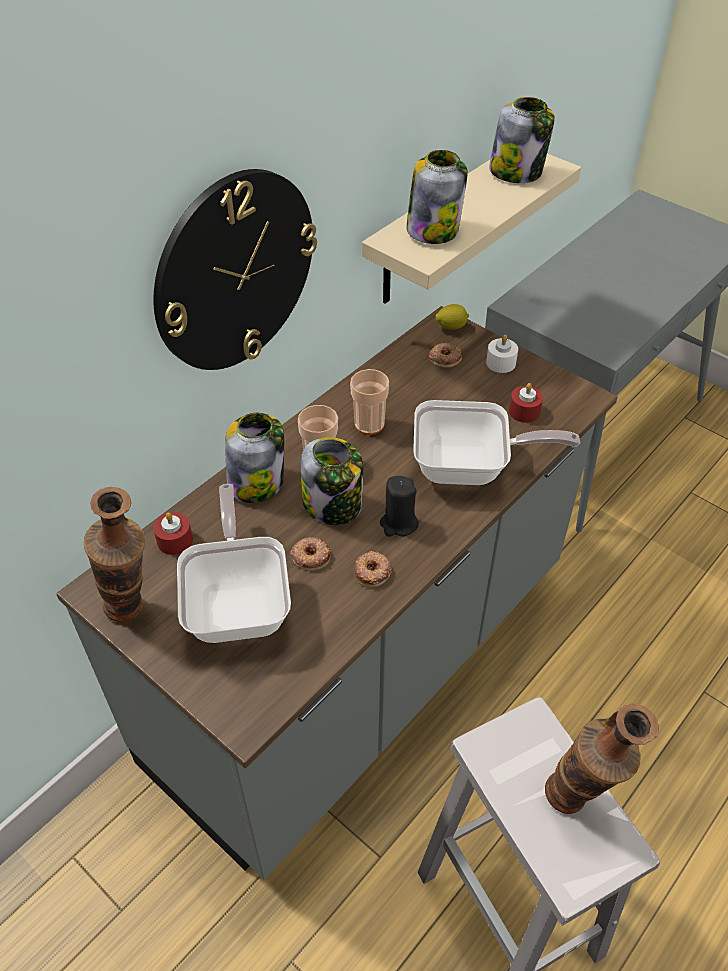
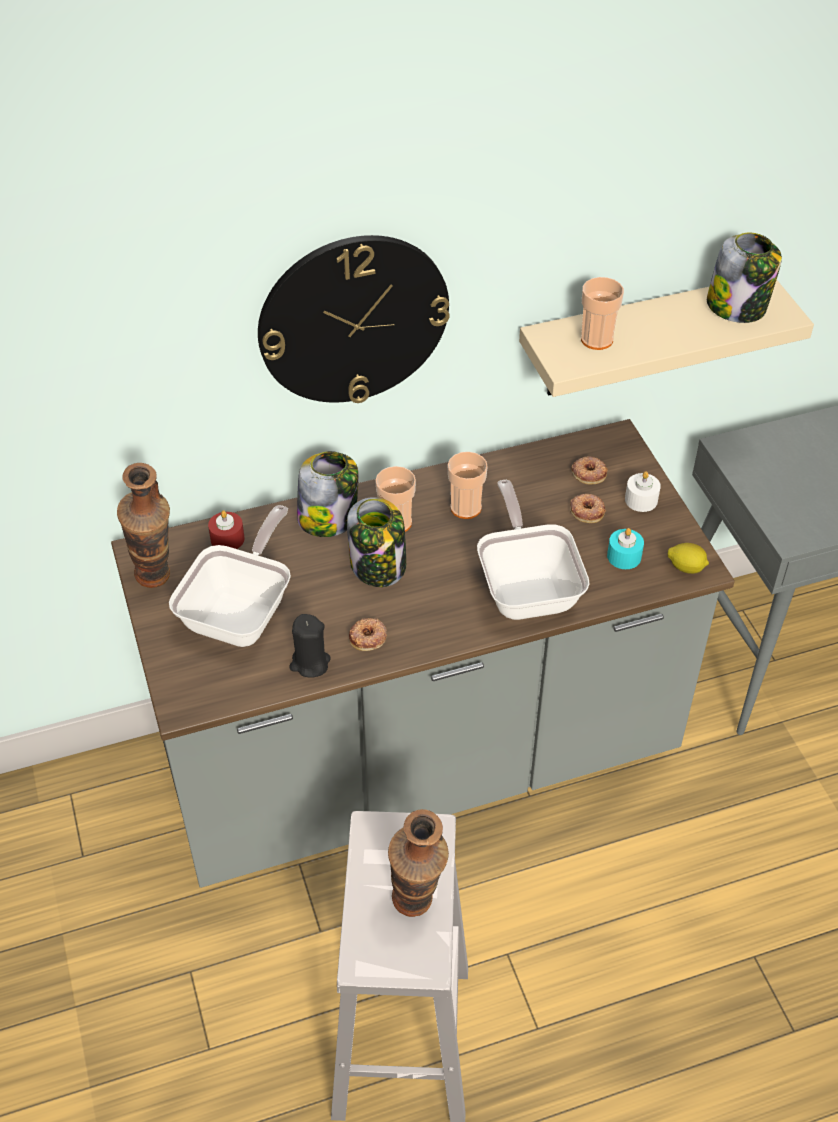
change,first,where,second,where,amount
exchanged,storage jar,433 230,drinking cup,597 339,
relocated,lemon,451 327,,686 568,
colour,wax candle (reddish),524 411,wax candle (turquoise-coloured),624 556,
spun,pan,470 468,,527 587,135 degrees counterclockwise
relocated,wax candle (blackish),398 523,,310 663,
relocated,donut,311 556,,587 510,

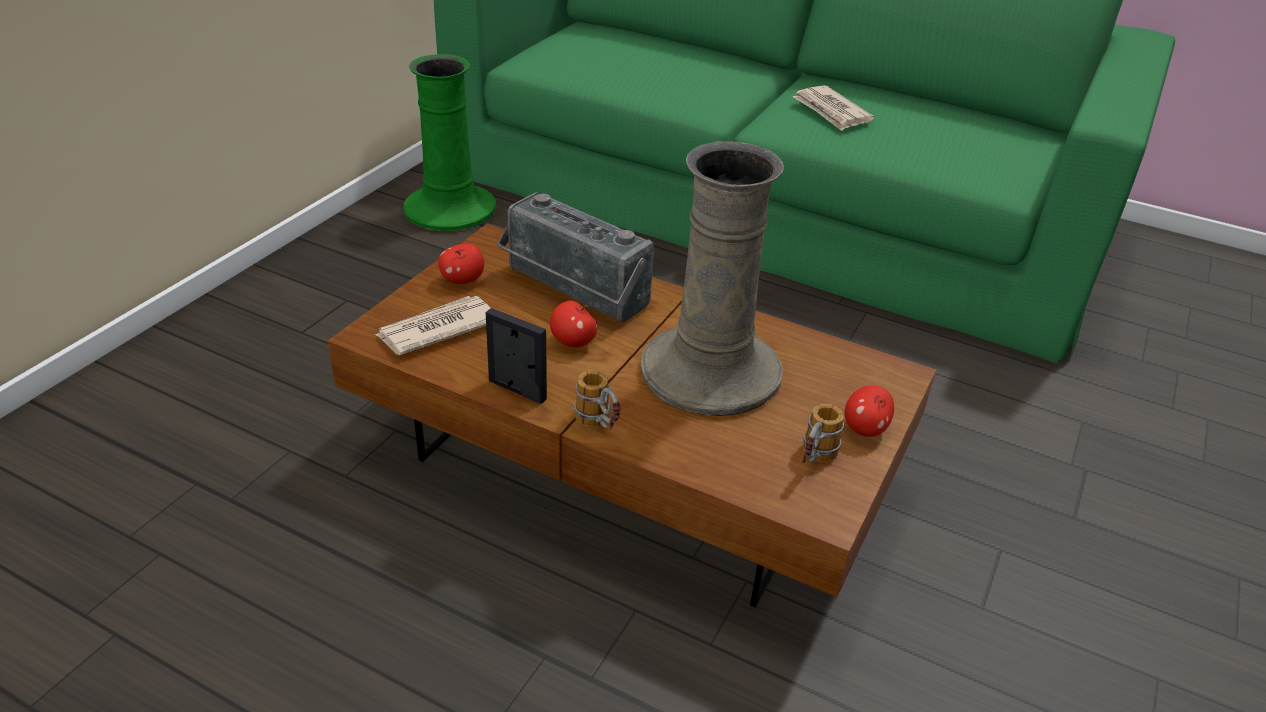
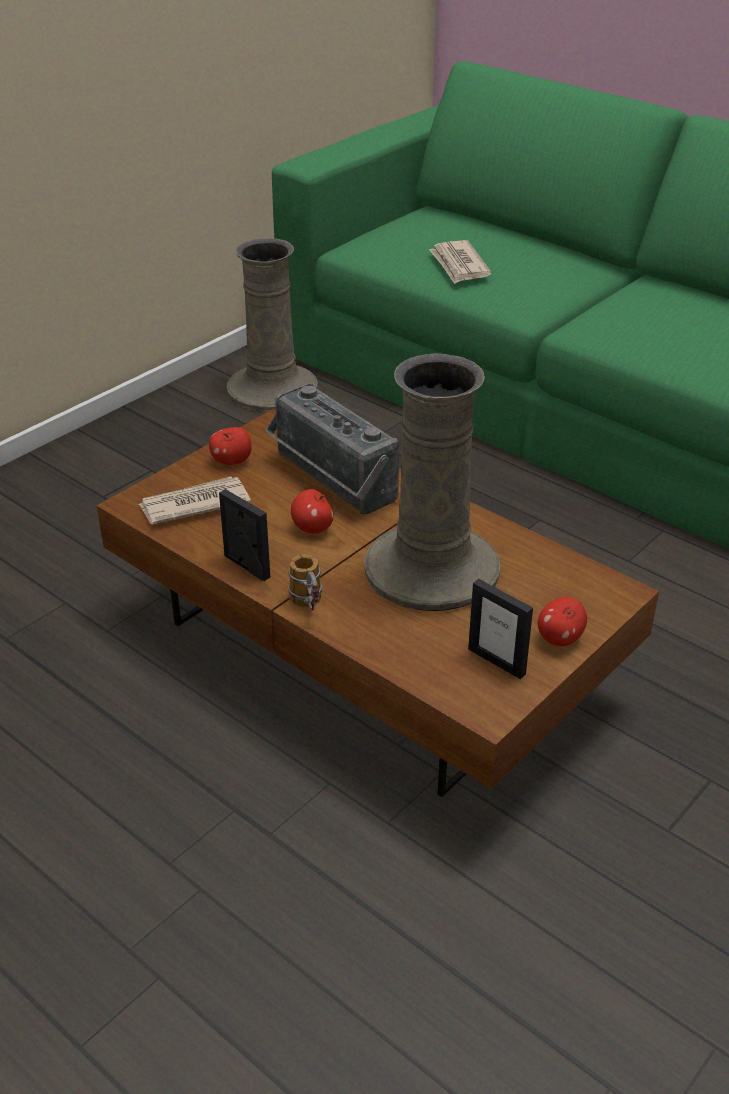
change,first,where,second,where,amount
colour,decorative vase (green-coloured),450 208,decorative vase (beige),272 388,
relocated,printed paper,831 111,,459 265,
exchanged,mug,814 460,standing frame,497 661,

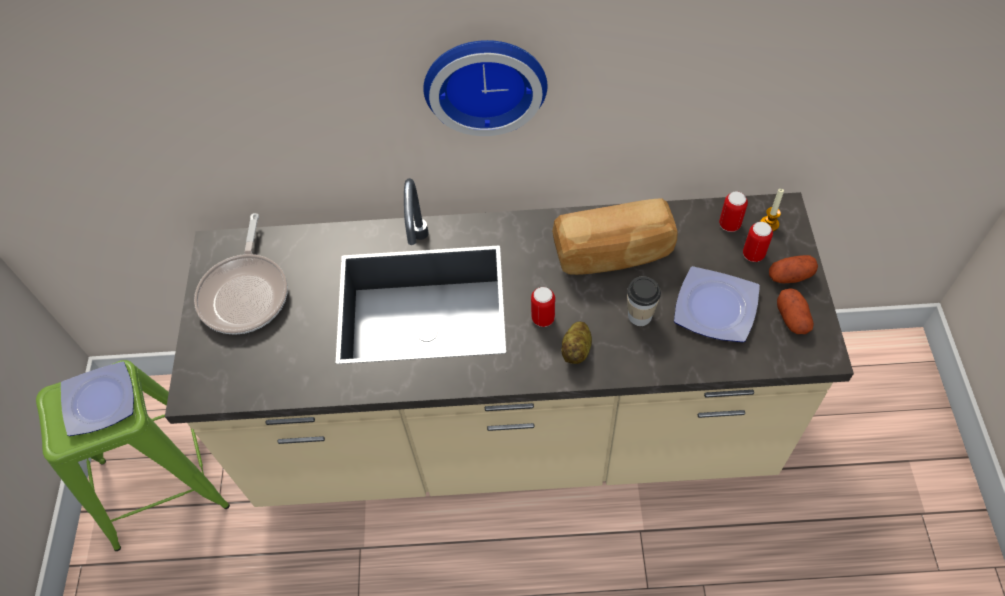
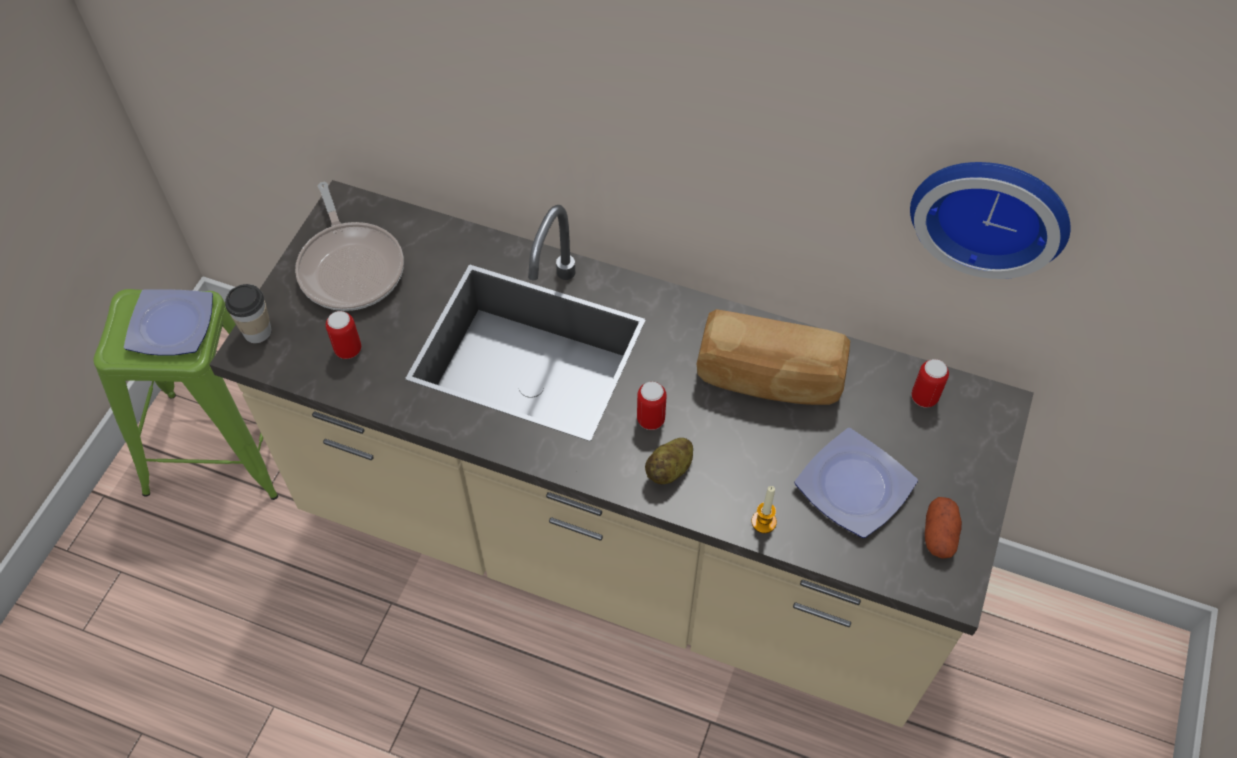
change,first,where,second,where,amount
relocated,clock on the wall,485 80,,991 209,
relocated,wax candle,769 224,,763 522,
spun,pan,246 293,,351 267,45 degrees counterclockwise
relocated,can,753 254,,348 350,
missing,spud,790 276,,,
relocated,drinking cup,640 315,,257 331,

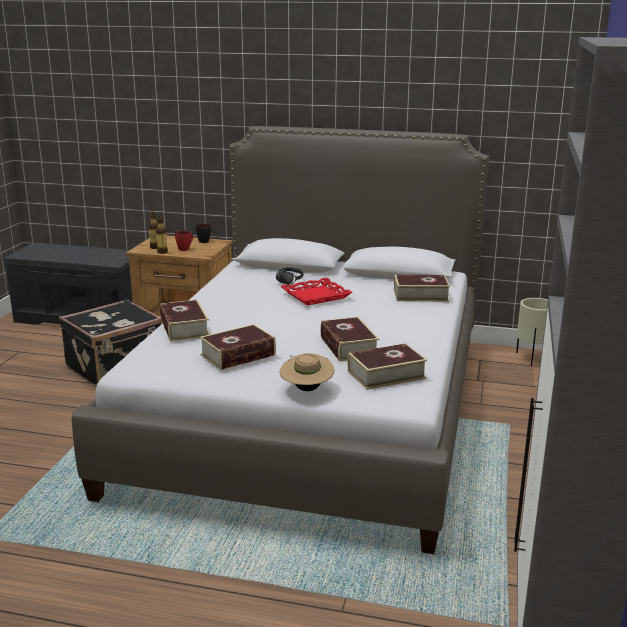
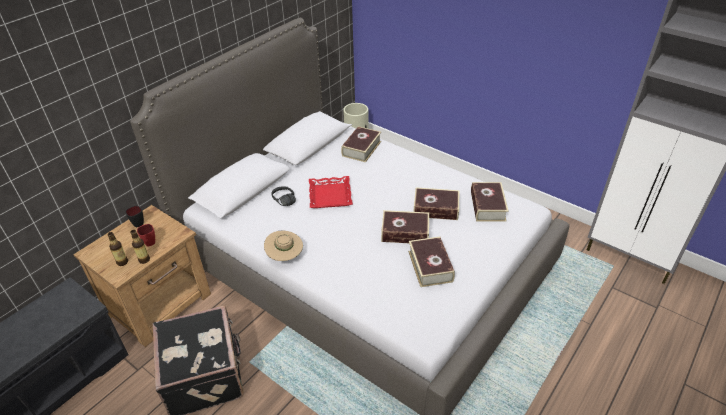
change,first,where,second,where,amount
relocated,bound book,184 328,,405 232,
relocated,clothing hat (beige),306 389,,285 256,

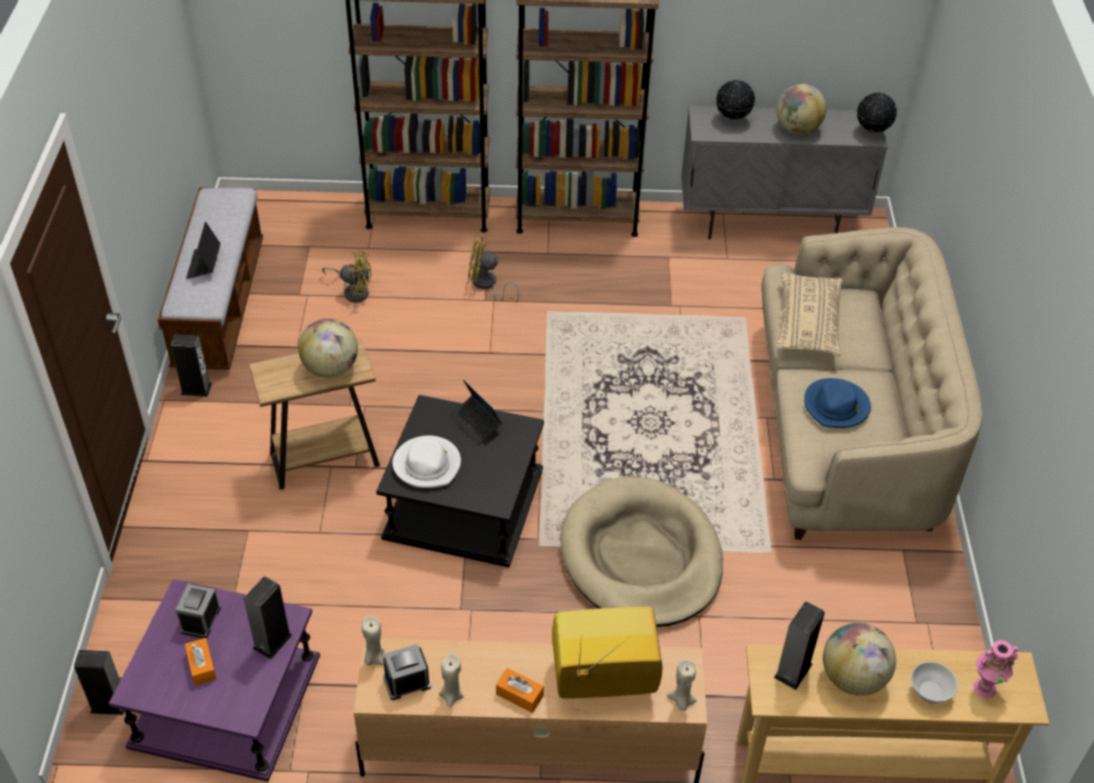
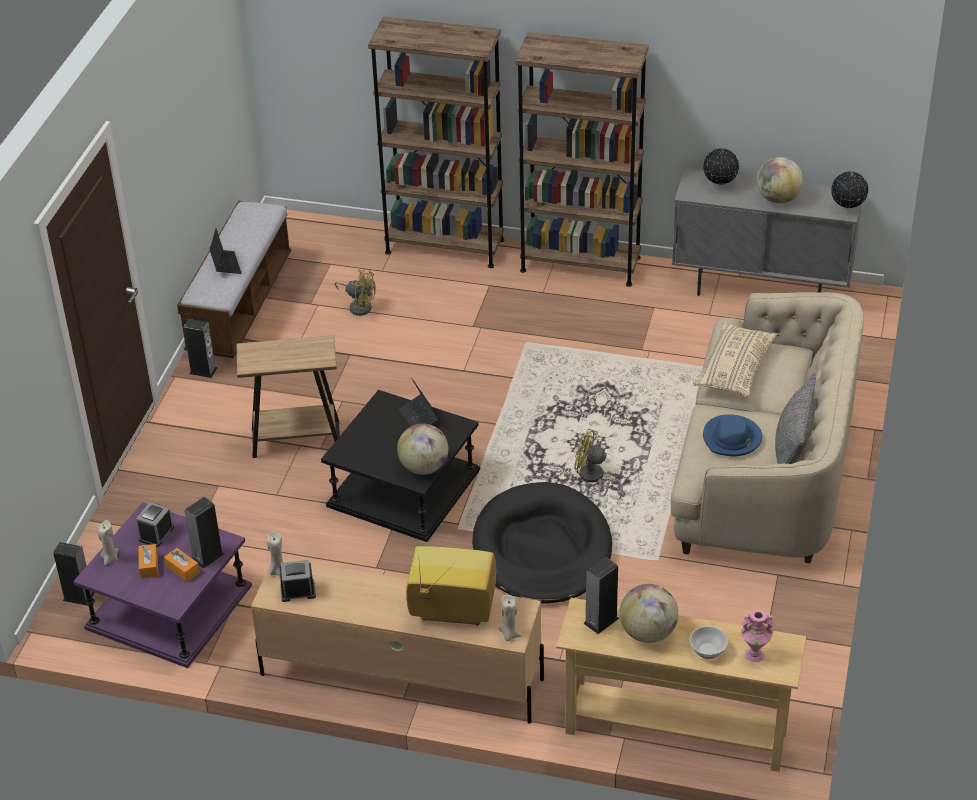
change,first,where,second,where,amount
spun,laptop,204 265,,225 265,150 degrees clockwise
relocated,cooling fan (yellowish),487 285,,593 479,
relocated,world globe,331 368,,424 467,
missing,clothing hat (whitish),427 464,,,
colour,dog bed (beige),641 557,dog bed (blackish),542 549,
relocated,wax candle (beige),451 695,,110 558,
relocated,tissue box (orange),519 695,,182 569,
appeared,,,cushion (gray),792 447,

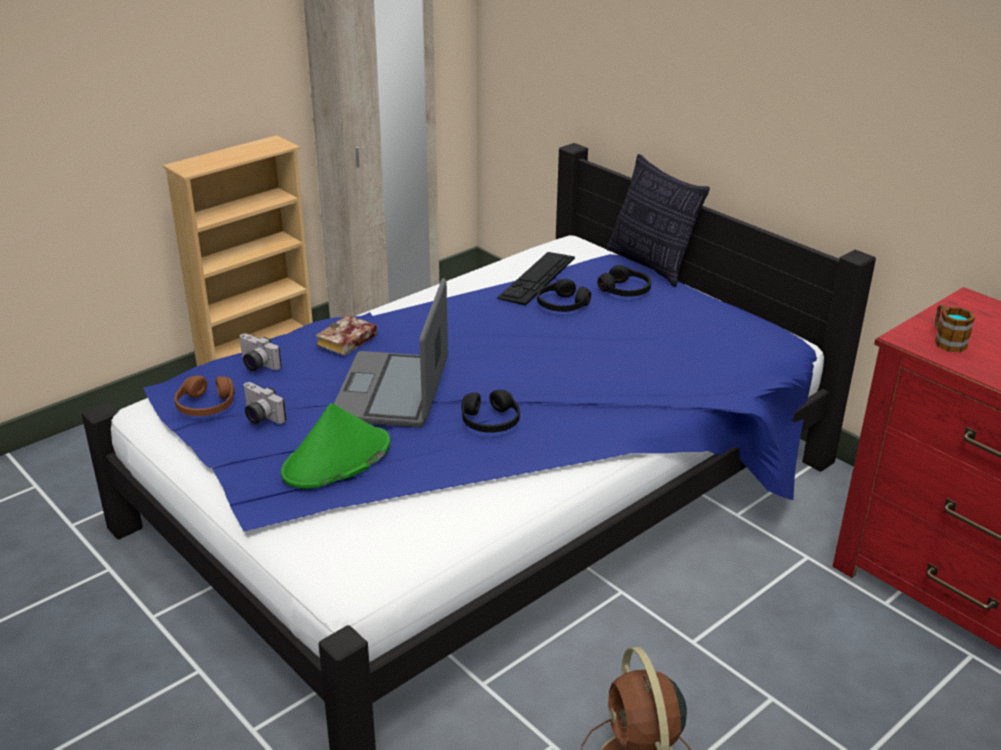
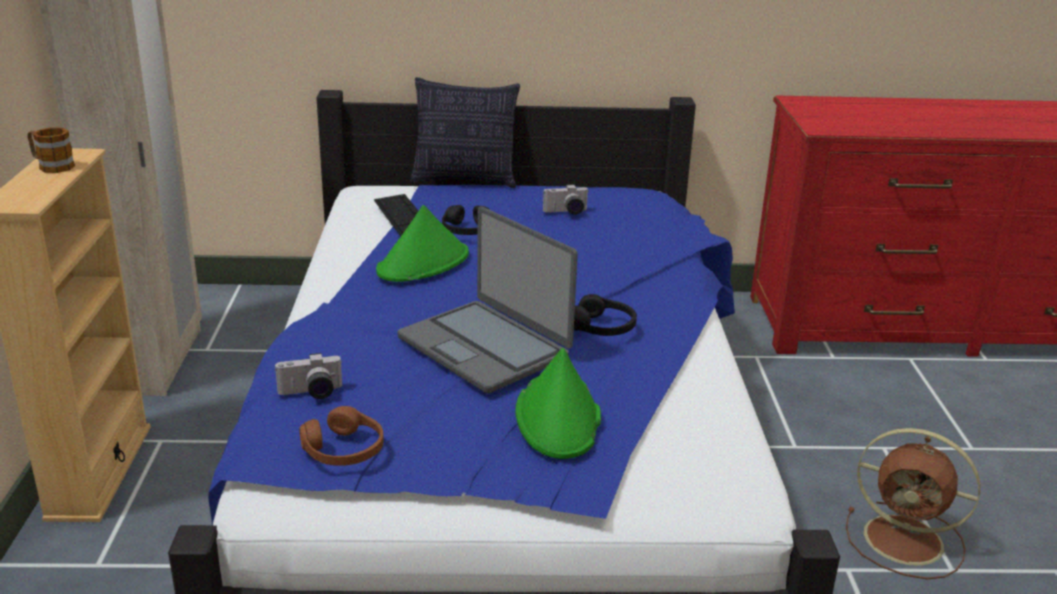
change,first,where,second,where,amount
missing,pair of headphones (blackish),625 290,,,
relocated,mug,946 341,,51 166,
missing,bound book,346 342,,,
relocated,photo camera,259 417,,566 212,
appeared,,,clothing hat (green-coloured),423 263,

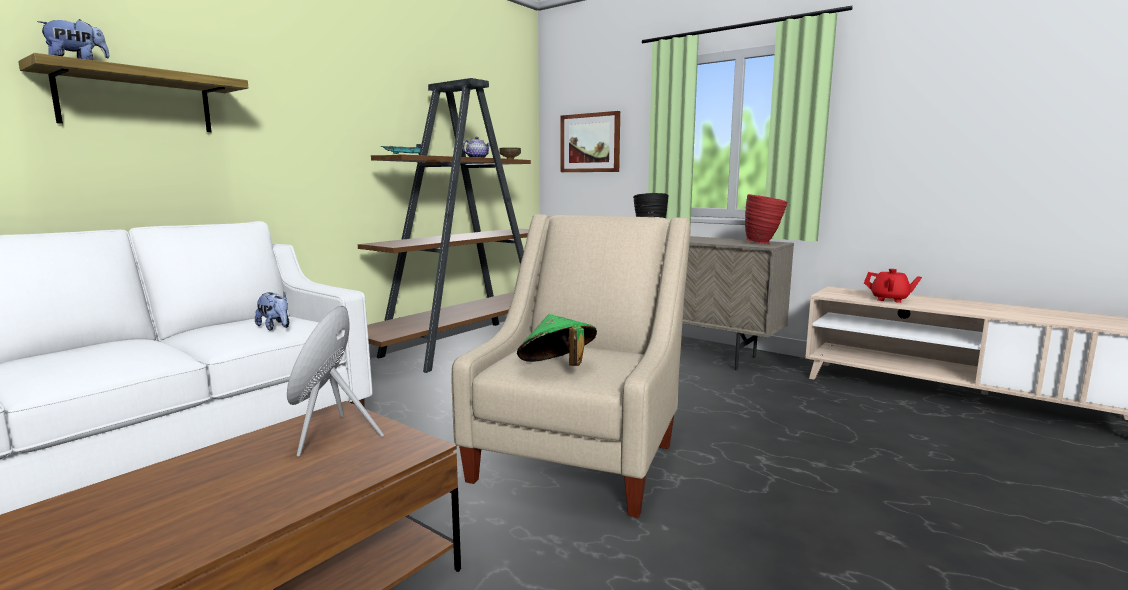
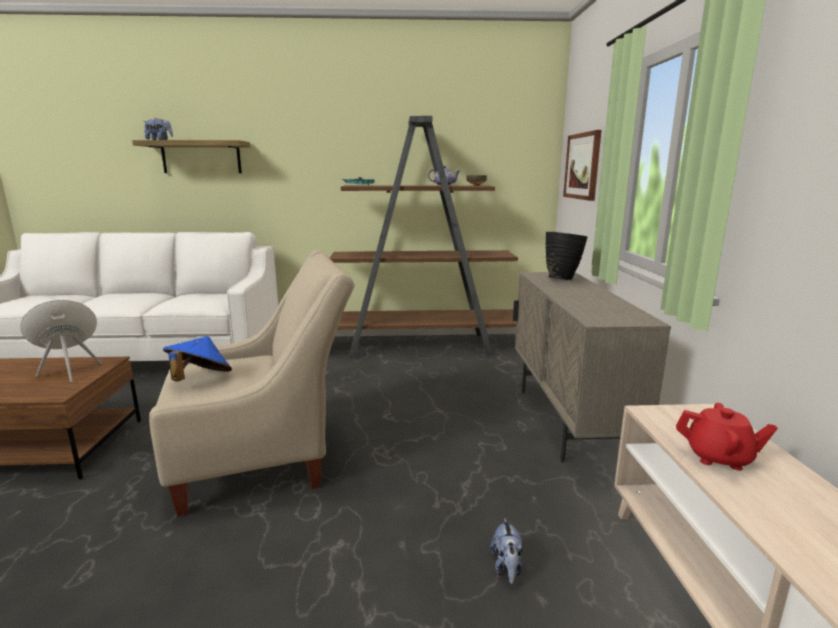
change,first,where,second,where,amount
missing,decorative vase (reddish),764 243,,,
spun,teapot (reddish),889 299,,719 458,60 degrees counterclockwise
relocated,cuddly toy,275 327,,507 567,
colour,clothing hat (green-coloured),557 368,clothing hat (bluish),200 379,

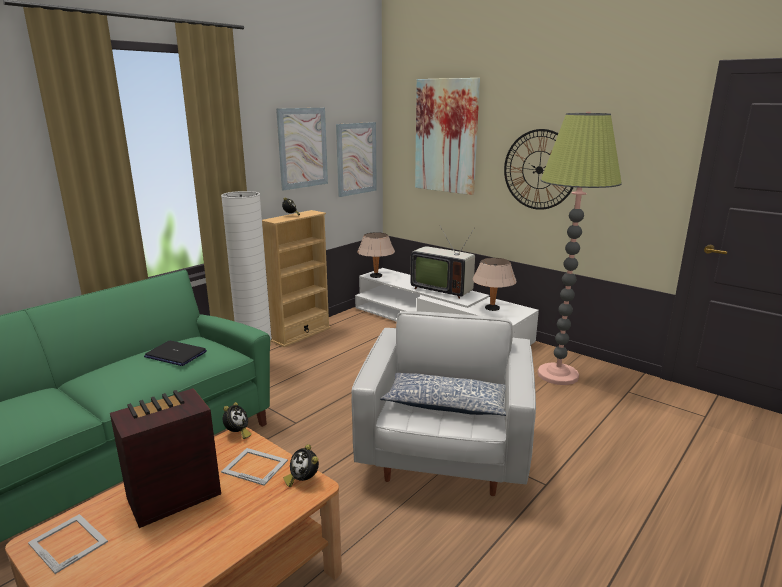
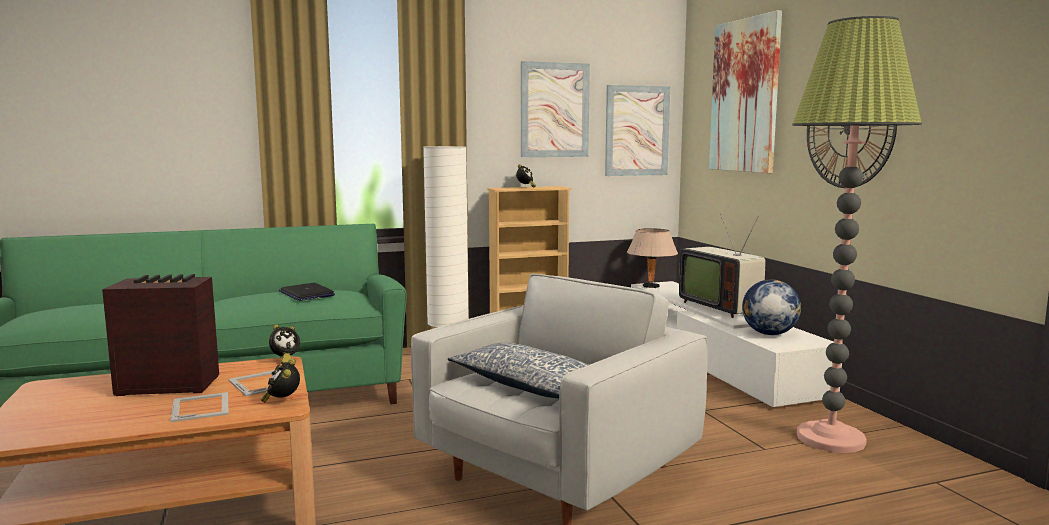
change,first,where,second,where,amount
exchanged,table lamp (beige),492 308,world globe,769 334,
relocated,standing frame,68 542,,201 406,

